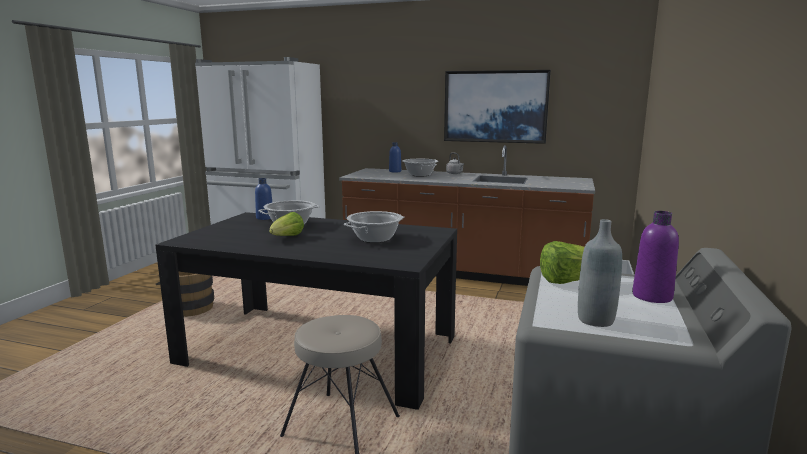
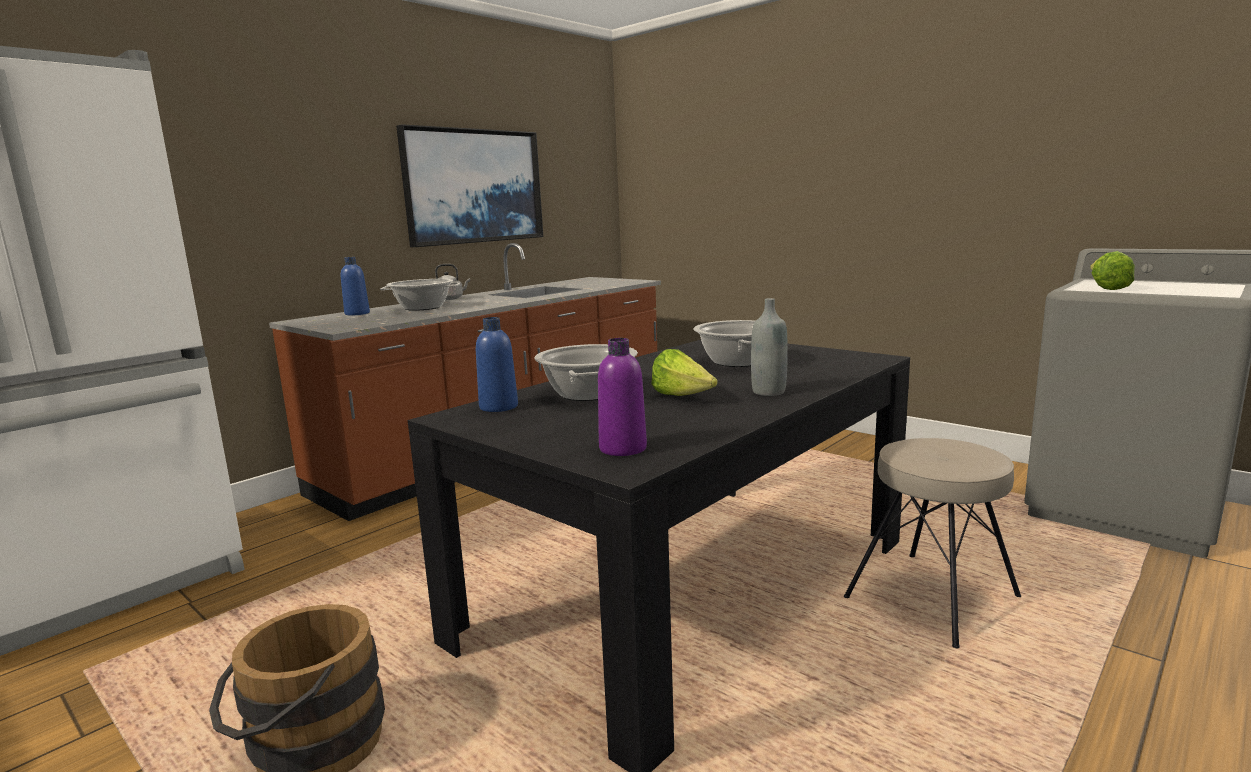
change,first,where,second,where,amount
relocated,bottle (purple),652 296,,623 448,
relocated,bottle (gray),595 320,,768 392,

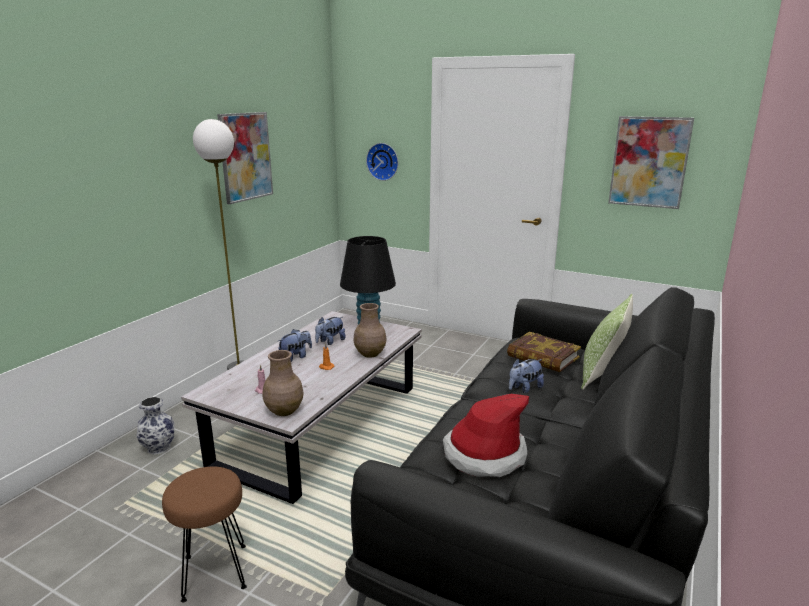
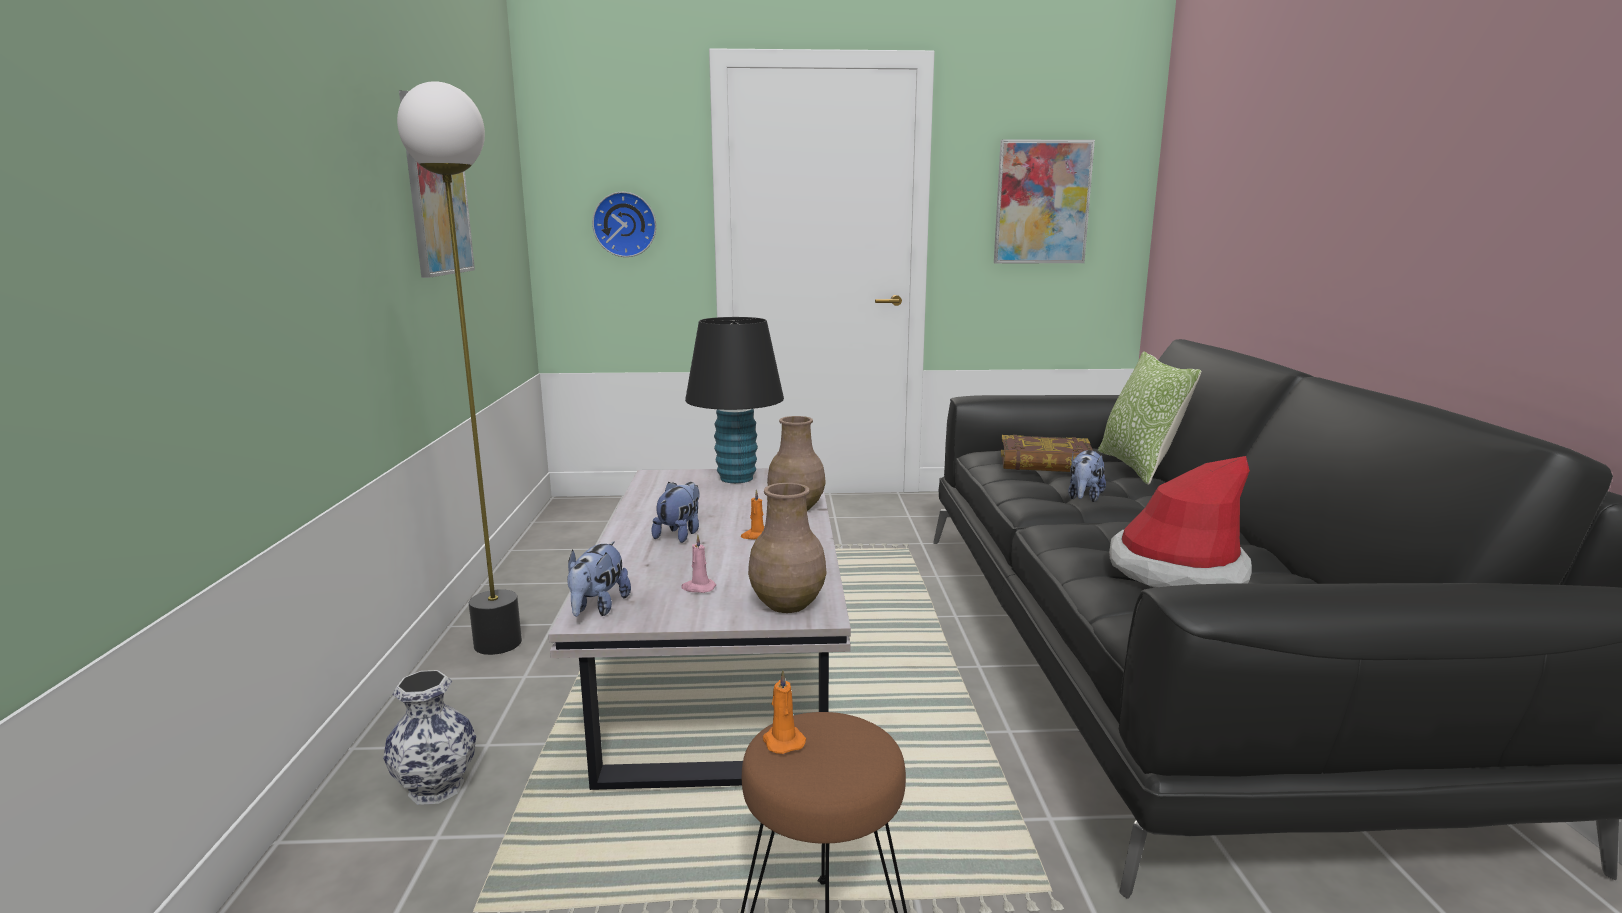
change,first,where,second,where,amount
relocated,cuddly toy,330 341,,597 608,
appeared,,,wax candle (orange),782 741,

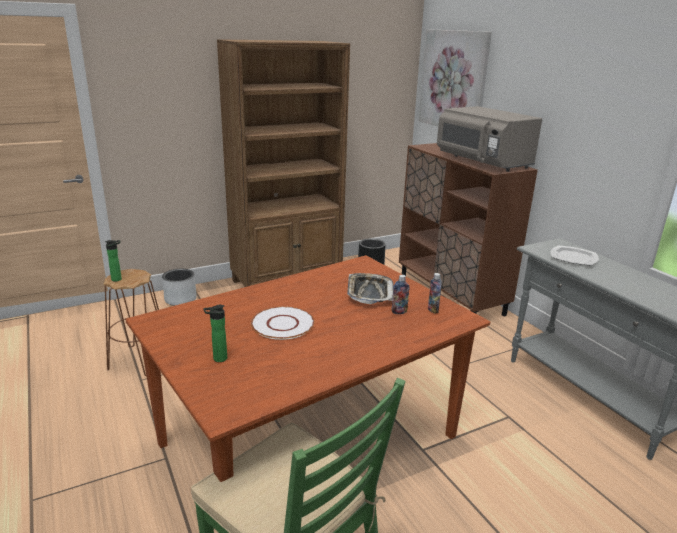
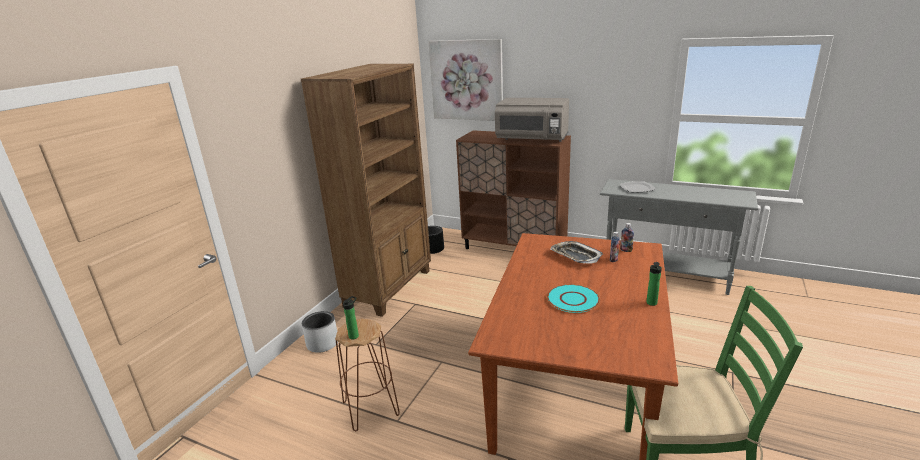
change,first,where,second,where,amount
relocated,bottle,218 359,,651 304,
colour,plate (whitish),283 324,plate (turquoise-coloured),572 299,

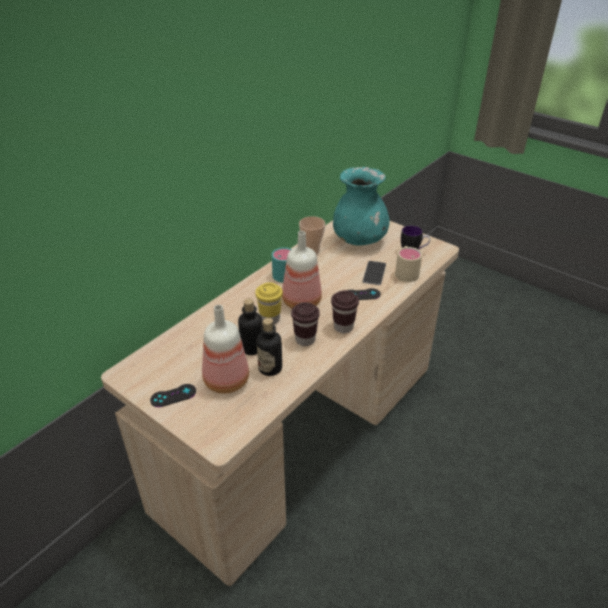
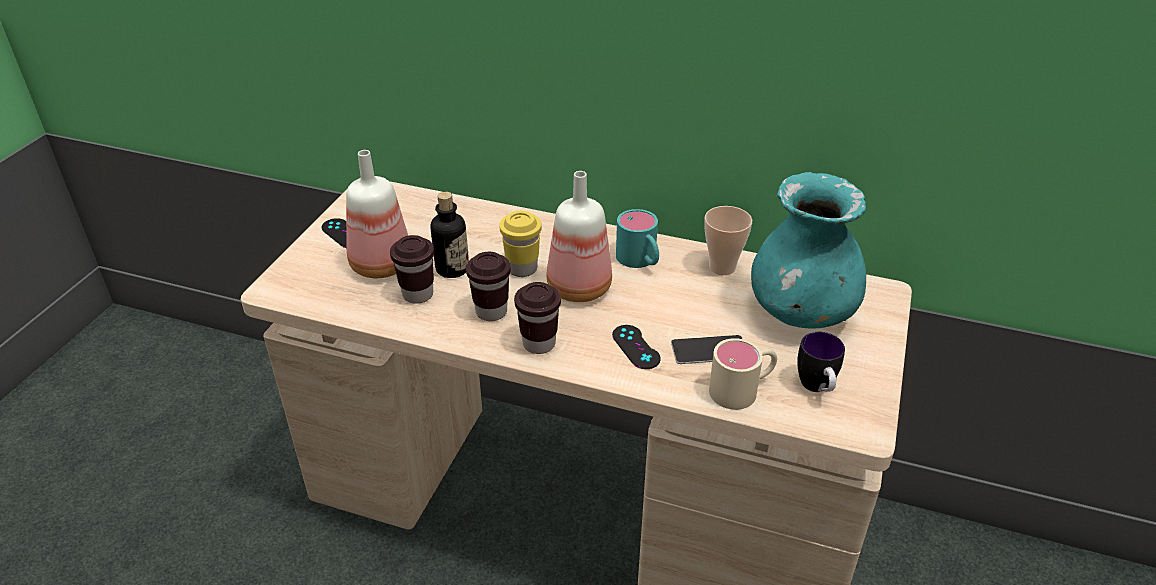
change,first,where,second,where,amount
exchanged,bottle,270 368,drinking cup (brown),418 294,

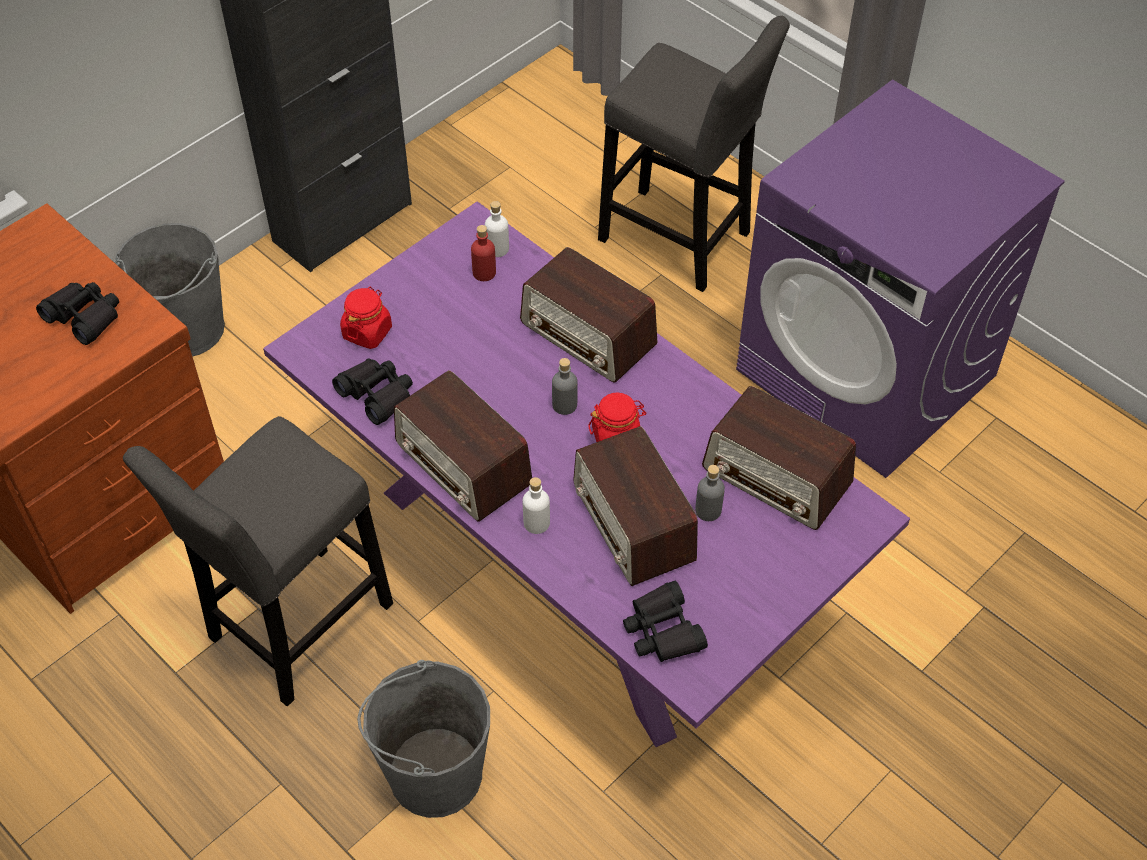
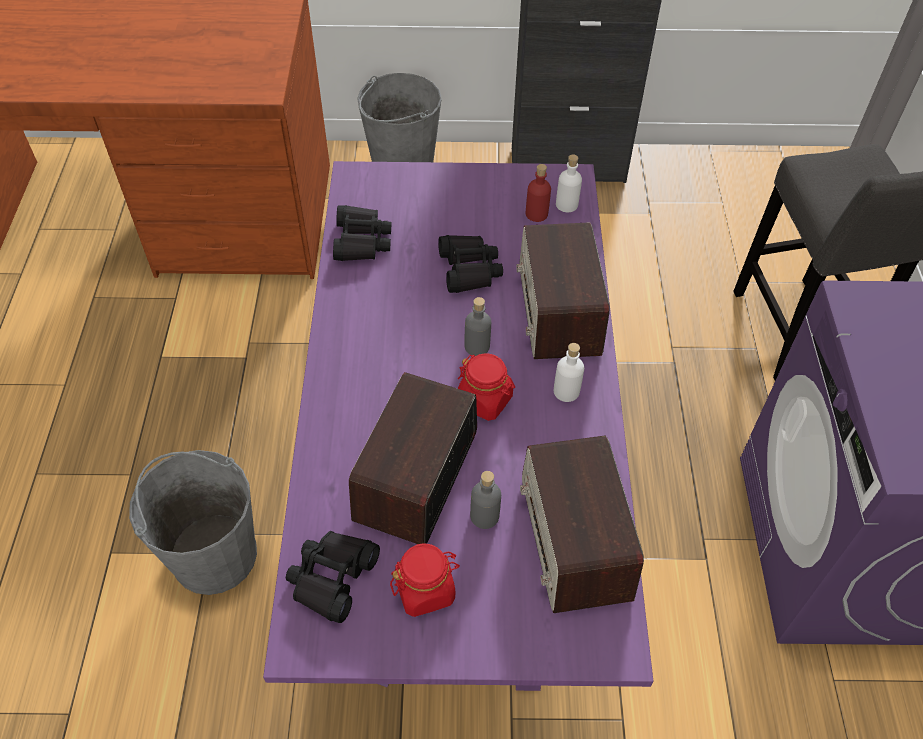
change,first,where,second,where,amount
relocated,pair of binoculars (blackish),84 317,,469 270,
relocated,storage jar (reddish),367 332,,425 589,
missing,radio,464 464,,,
missing,stool seat (gray),294 629,,,
relocated,bottle (whitish),536 523,,566 391,

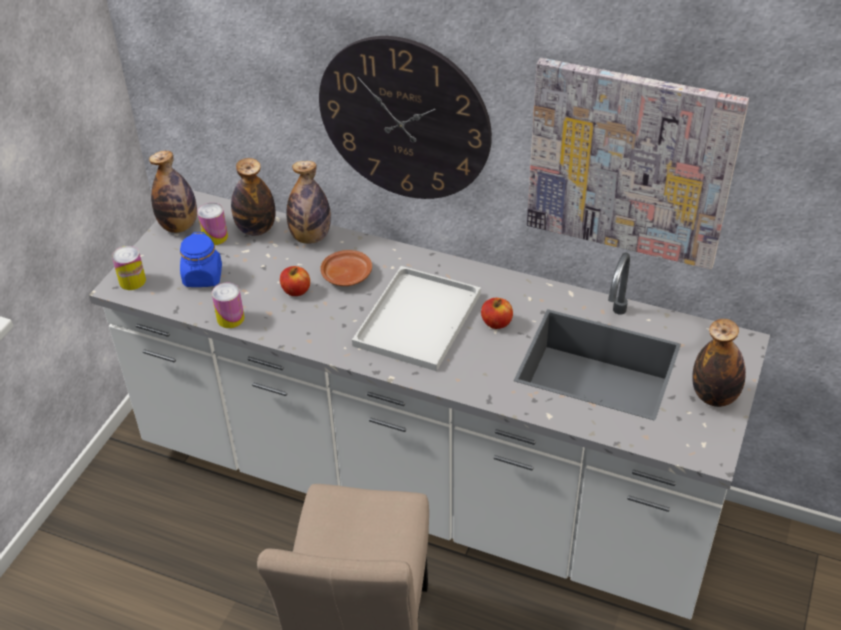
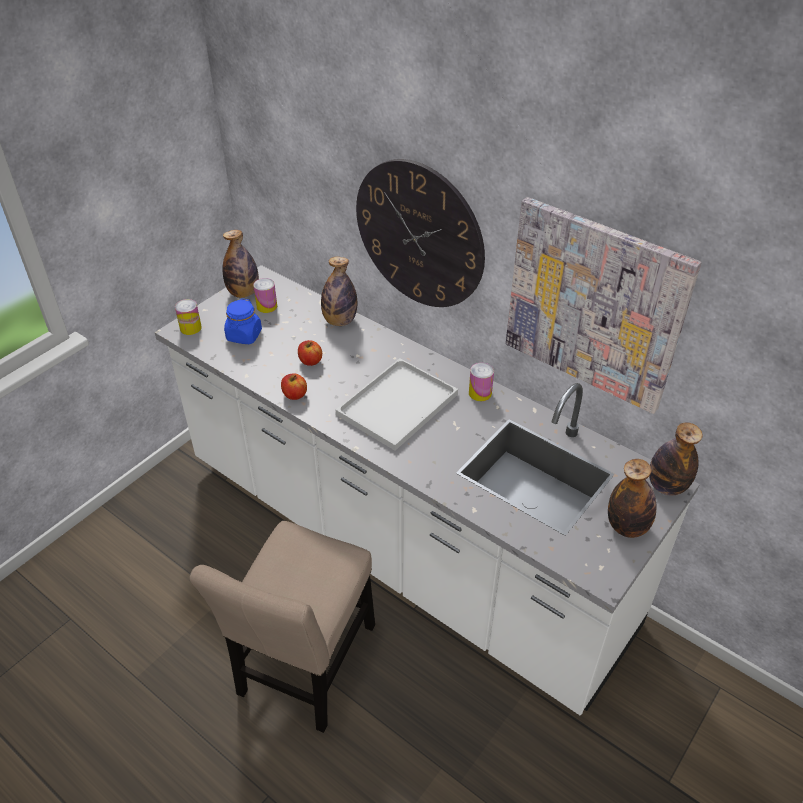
change,first,where,second,where,amount
relocated,bottle,256 229,,666 486,
missing,plate (brown),347 275,,,
relocated,can,230 318,,480 393,
relocated,apple,496 323,,294 395,

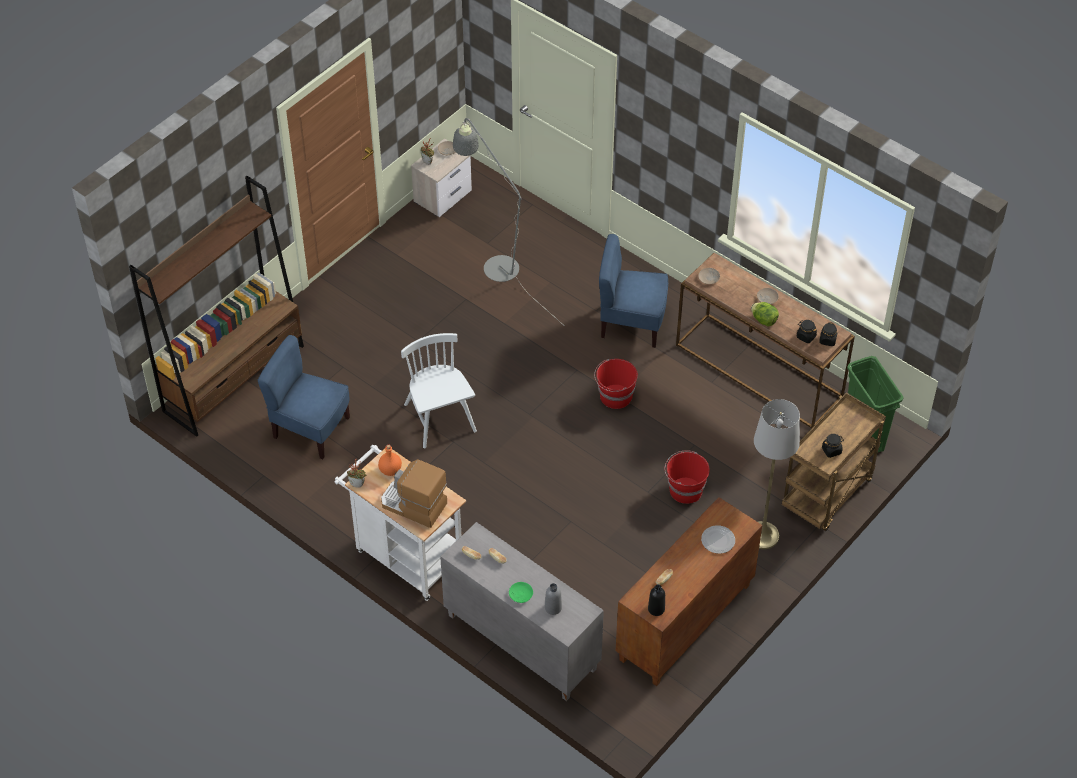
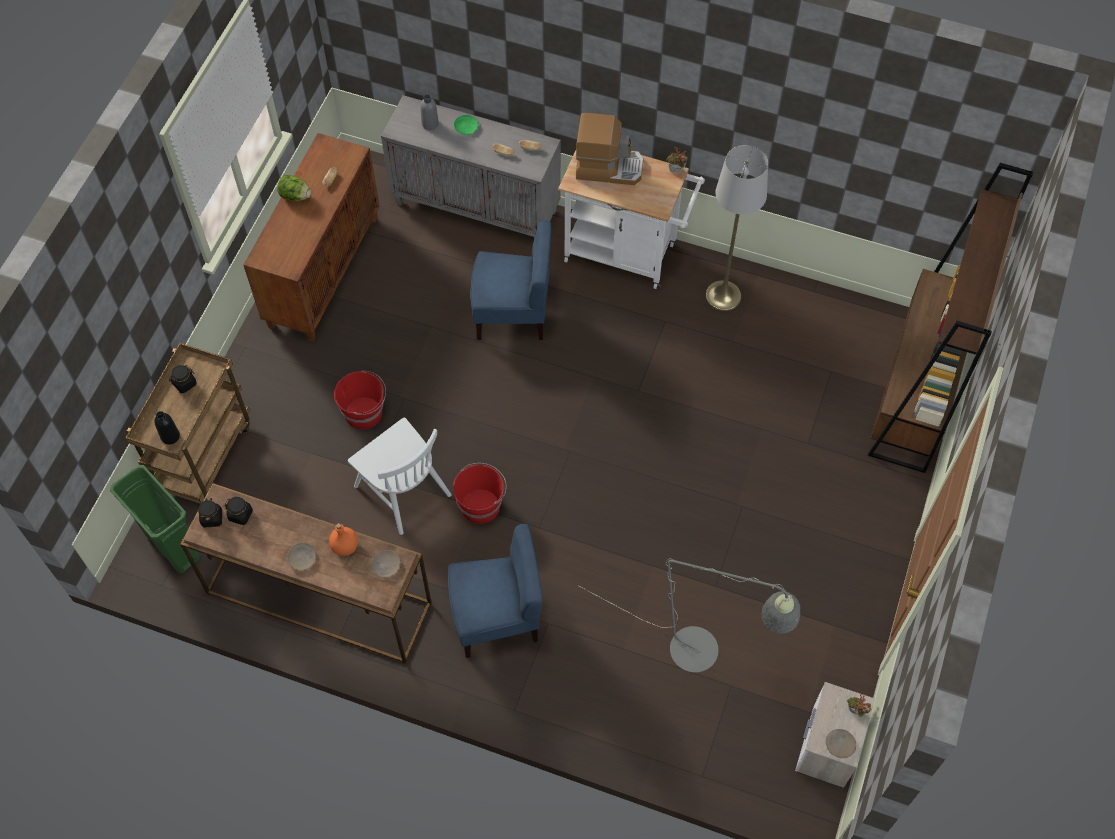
change,first,where,second,where,amount
relocated,lettuce,764 320,,295 196,
relocated,plain chair (whitish),440 418,,402 490,
relocated,plain chair (bluish),310 429,,513 314,
relocated,floor lamp (gray),762 535,,723 296,
relocated,bottle (orange),390 470,,344 546,
missing,plate,717 540,,,
relocated,bottle (blackish),656 609,,170 436,

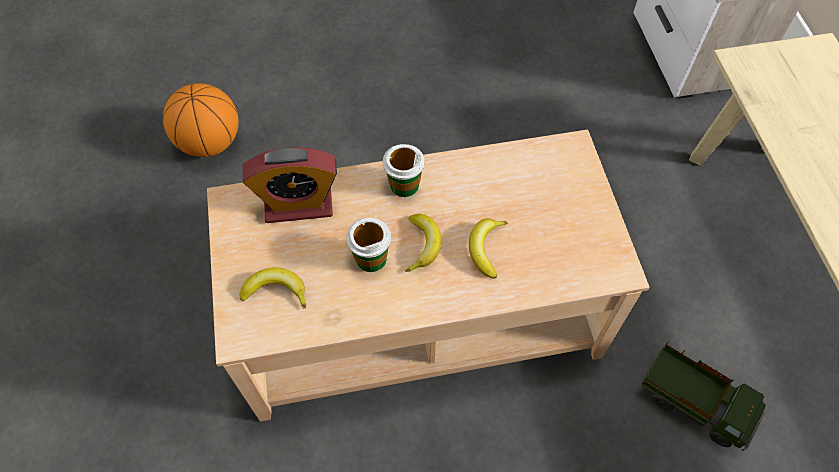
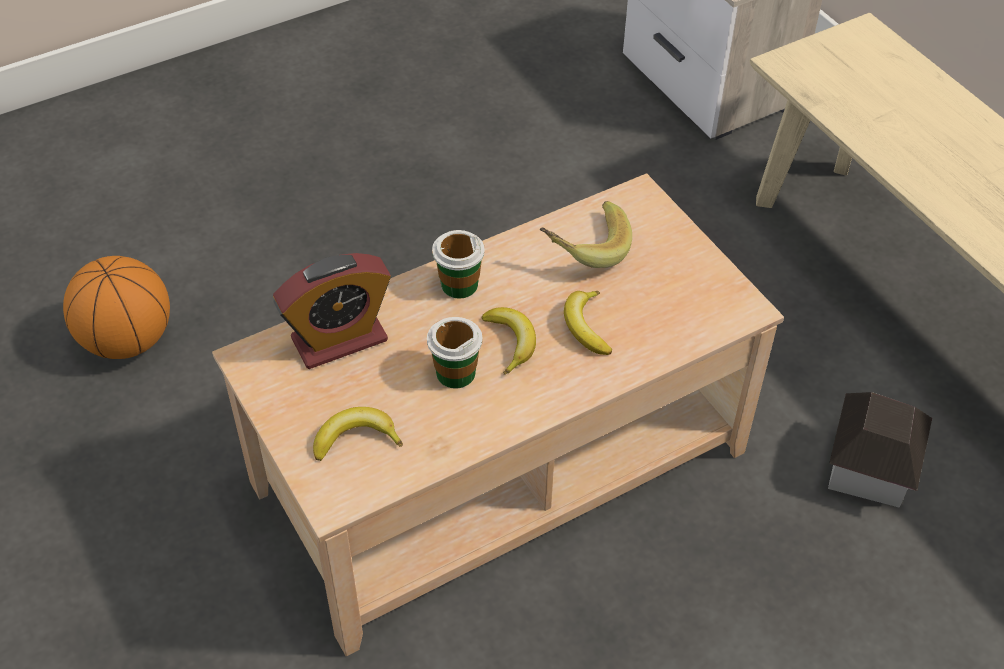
change,first,where,second,where,amount
exchanged,model truck,693 403,miniature house,869 471,
appeared,,,banana fruit,583 248,

